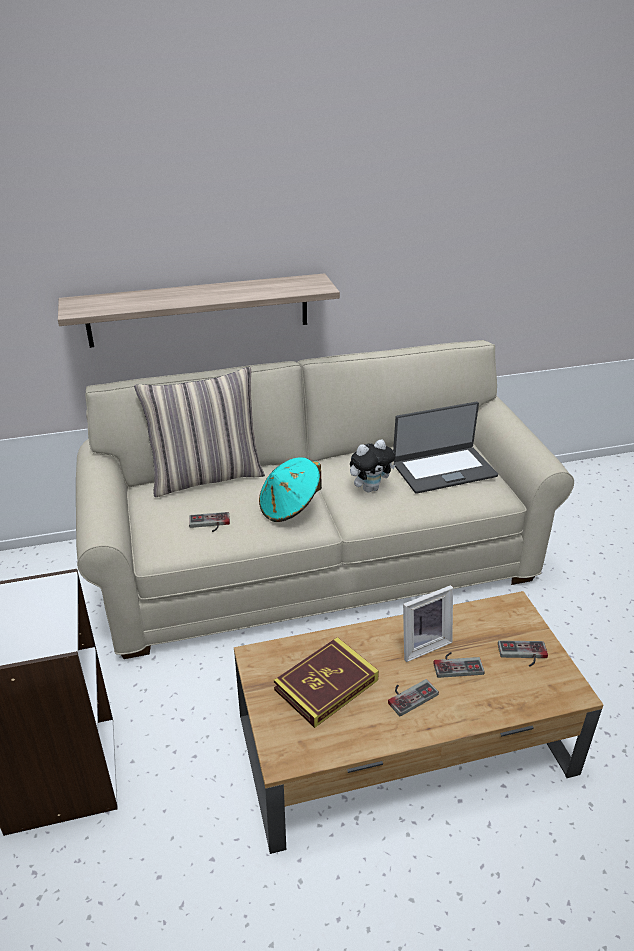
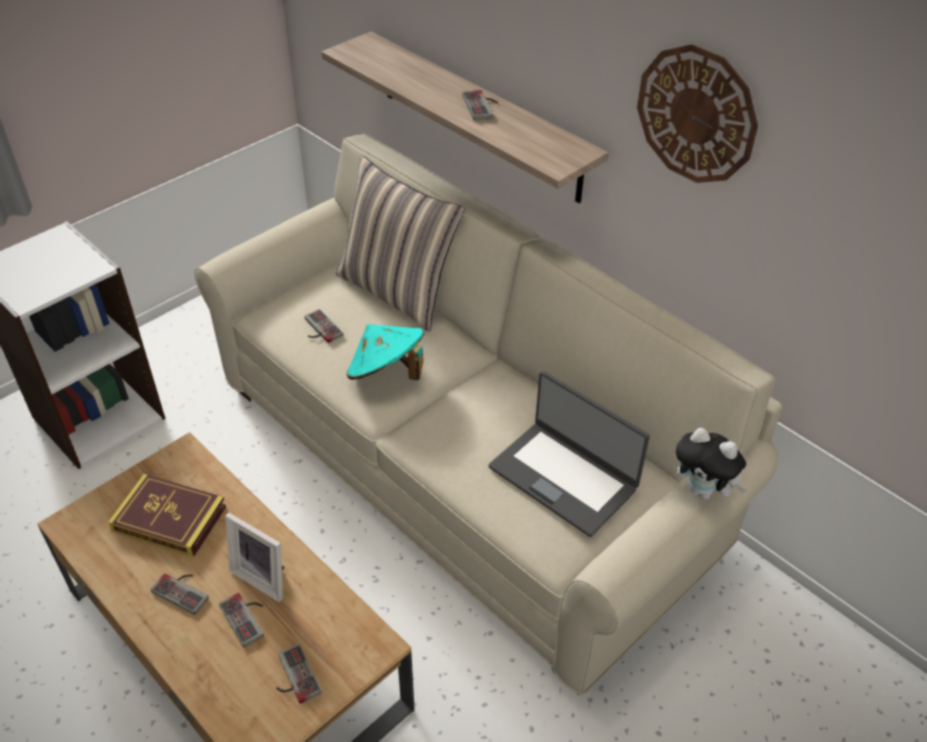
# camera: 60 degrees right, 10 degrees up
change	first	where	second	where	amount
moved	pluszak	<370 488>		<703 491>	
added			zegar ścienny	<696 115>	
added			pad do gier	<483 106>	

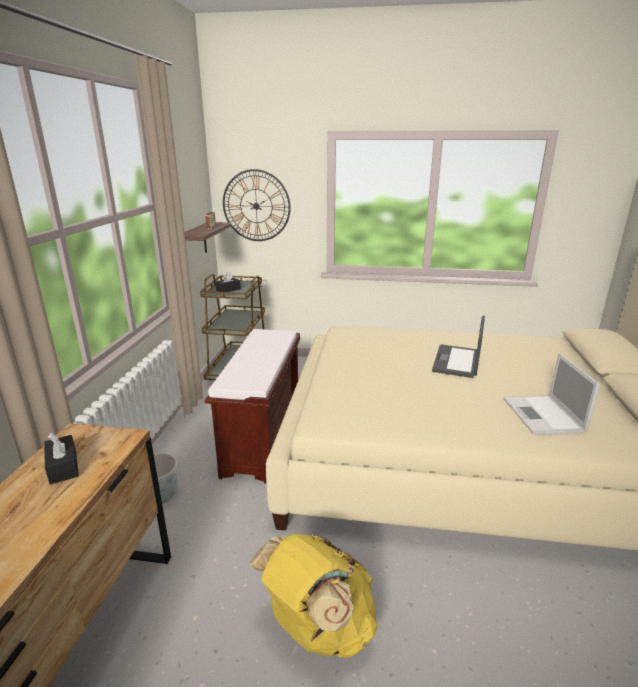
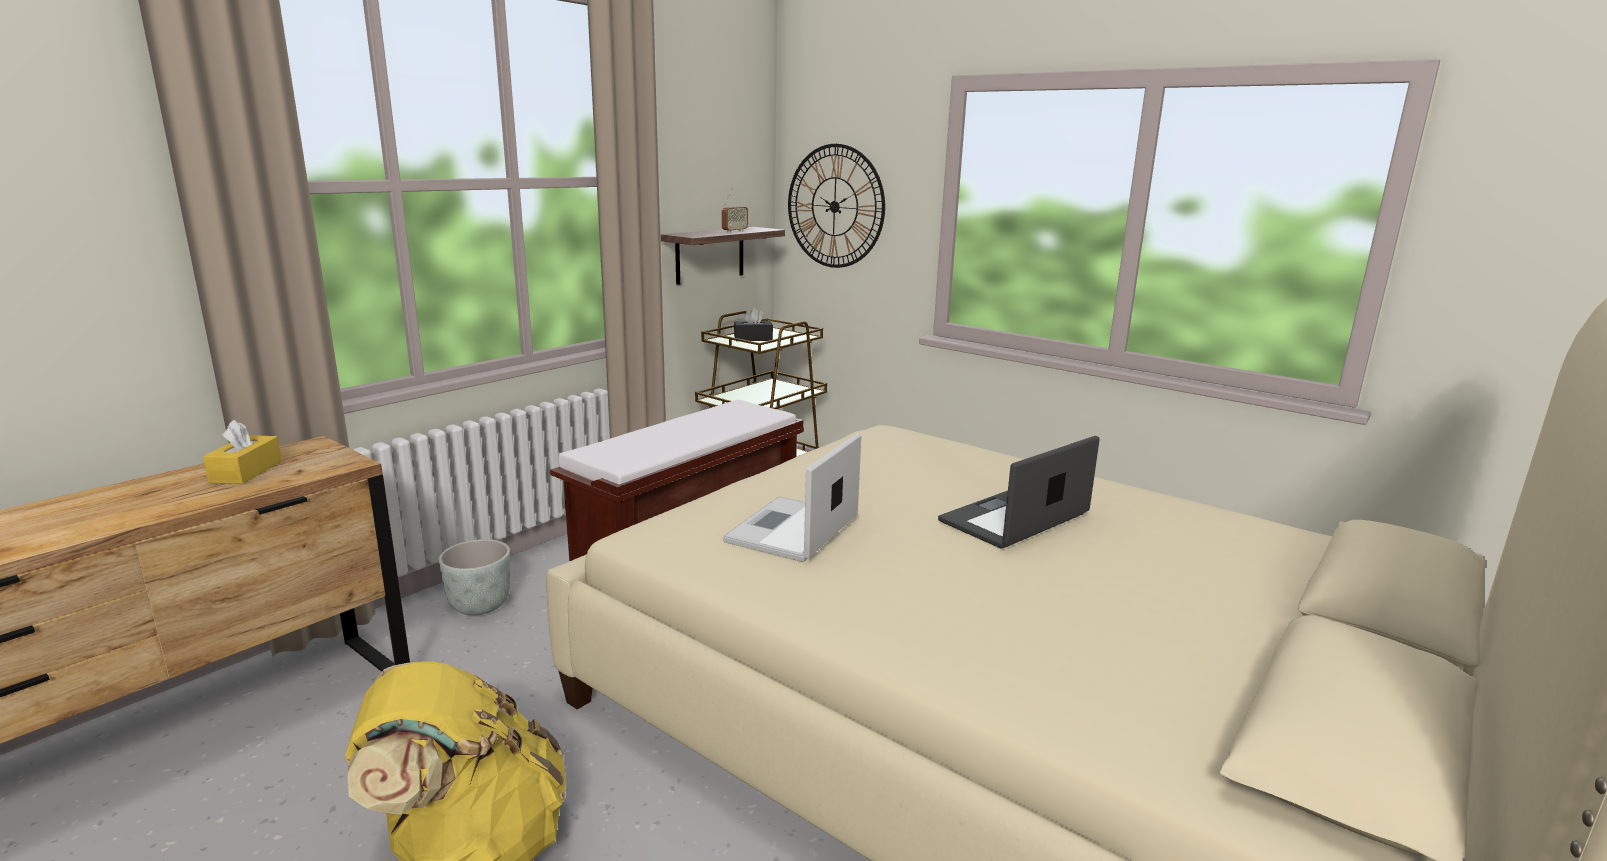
# camera: 30 degrees right, 5 degrees down
change	first	where	second	where	amount
moved	laptop	<543 416>		<792 531>	
recoloured	pudełko chusteczek [czarny]	<63 467>	pudełko chusteczek [żółty]	<246 471>	

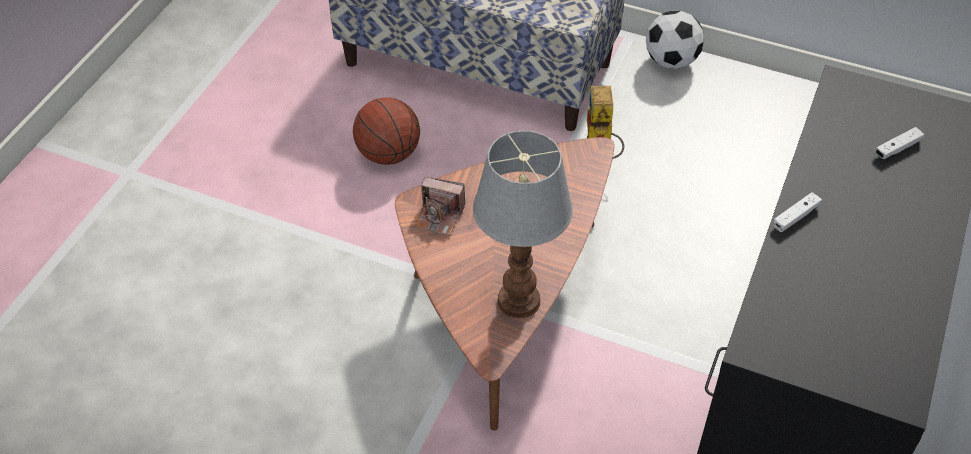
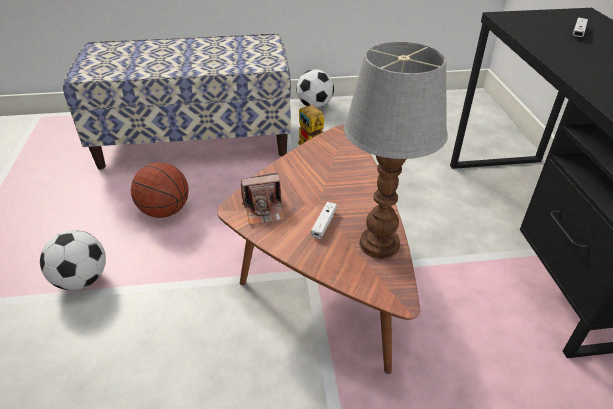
# camera: 30 degrees left, 10 degrees down
change	first	where	second	where	amount
moved	pad do gier [biały]	<795 216>		<324 224>	
added			piłka futbolowa	<82 279>	

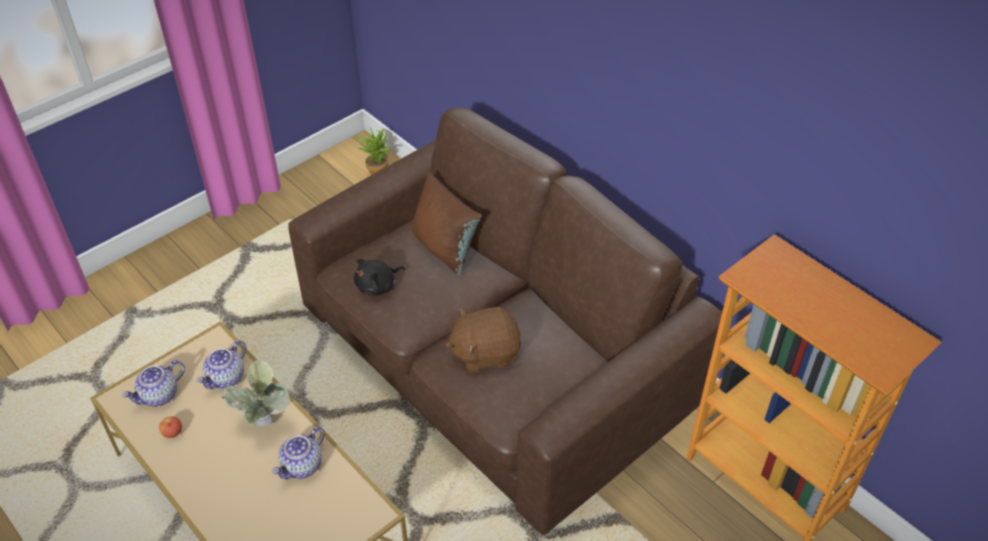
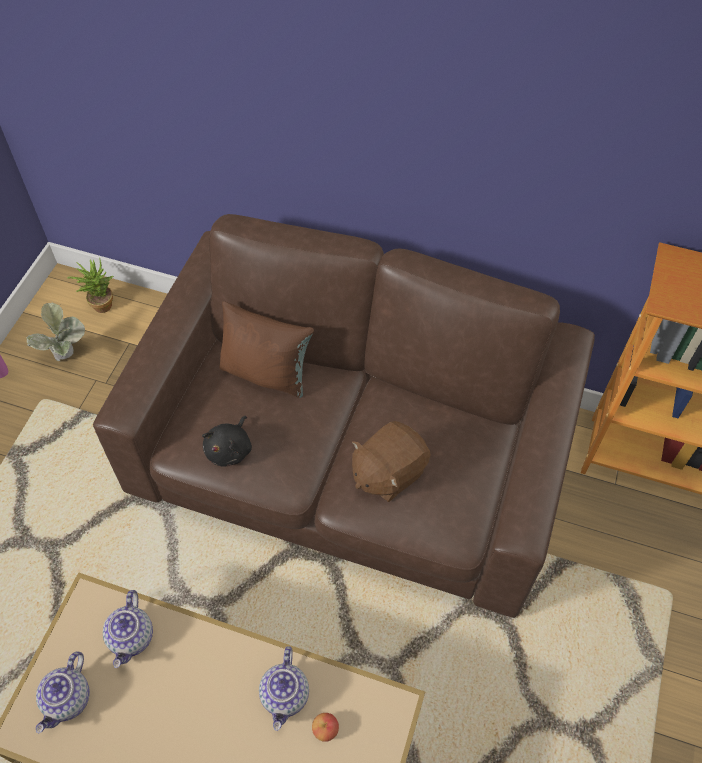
# camera: 30 degrees left, 10 degrees up
change	first	where	second	where	amount
moved	roślina doniczkowa	<264 426>		<67 358>	
moved	jabłko	<172 432>		<325 729>	

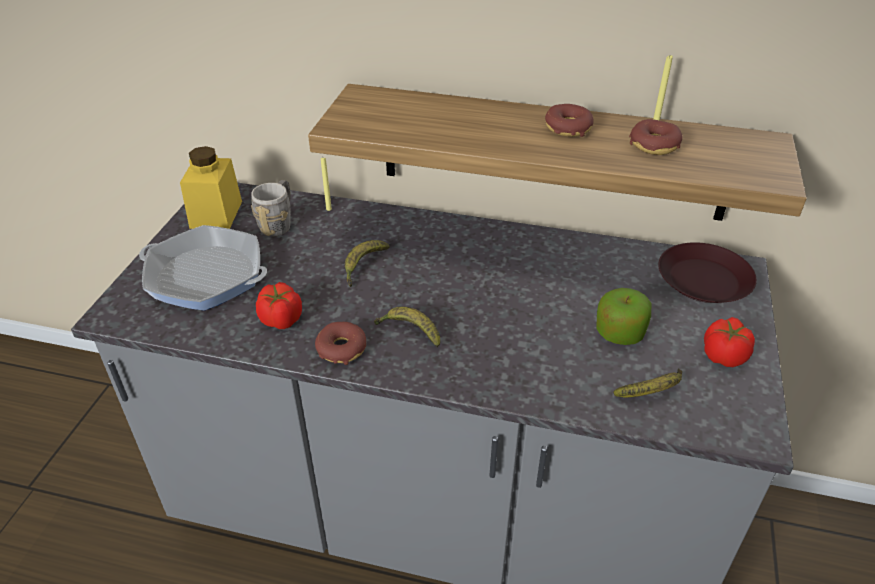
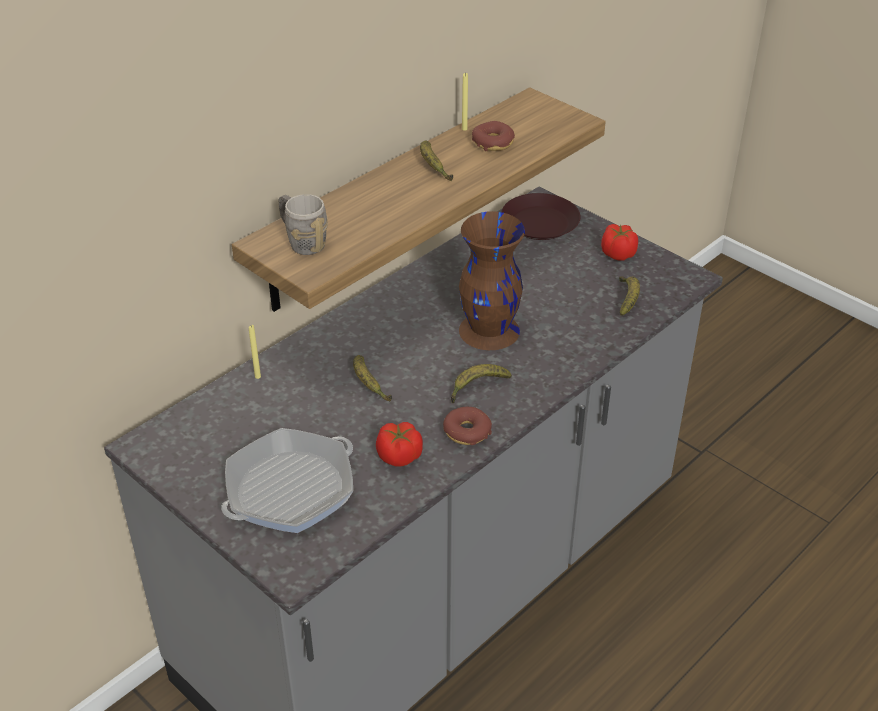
# camera: 60 degrees left, 0 degrees up
change	first	where	second	where	amount
replaced	donut	<568 128>	banan	<433 166>	
removed	słoik [żółty]	<216 214>			
moved	kubek [szary]	<278 223>		<302 241>	
removed	jabłko	<619 333>			
added			wazon [brązowy]	<489 331>	

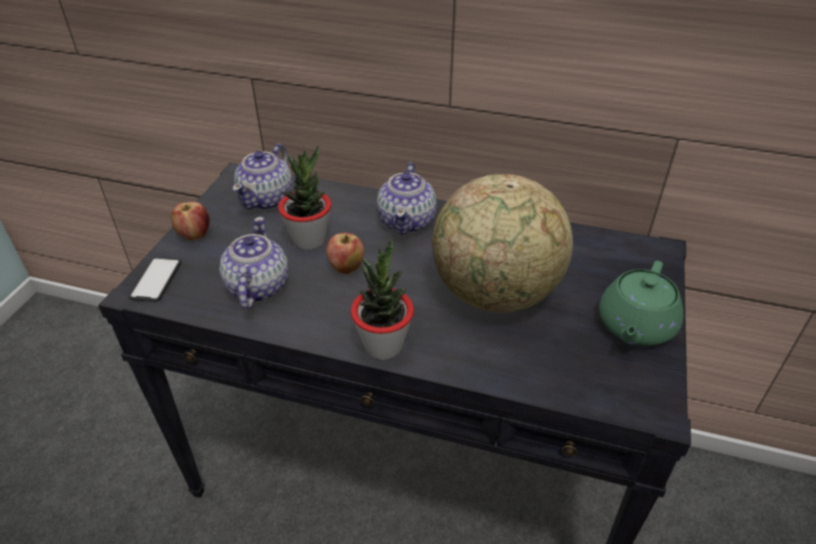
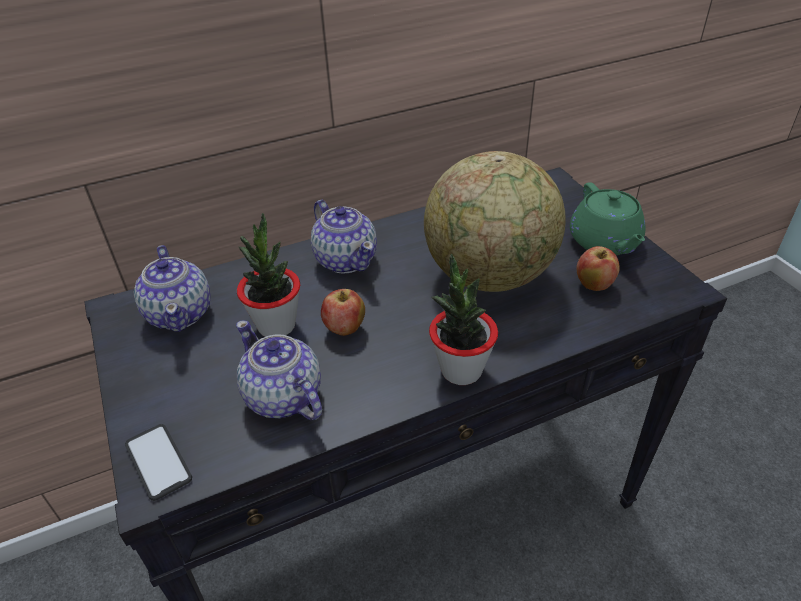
# camera: 40 degrees left, 0 degrees up
change	first	where	second	where	amount
moved	jabłko	<195 235>		<593 285>	

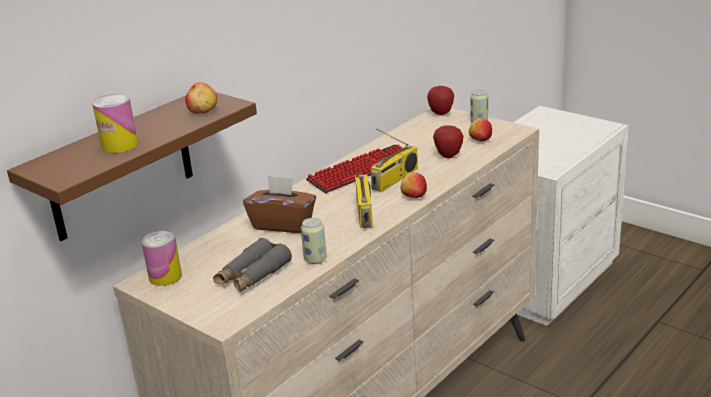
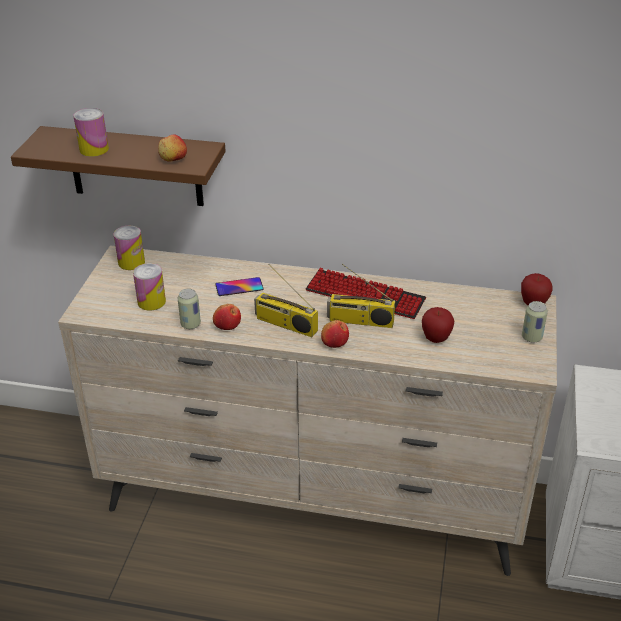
# camera: 60 degrees right, 10 degrees up
change	first	where	second	where	amount
moved	jabłko	<480 139>		<227 325>	
turned	radio	<365 212>		<285 324>	60 degrees clockwise
replaced	pudełko chusteczek [brązowy]	<283 224>	telefon	<239 287>	
replaced	lornetka [szary]	<252 275>	puszka	<151 302>	

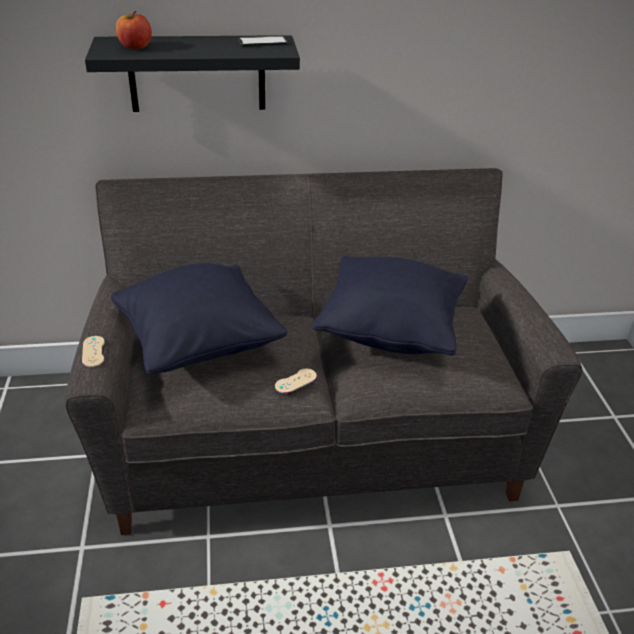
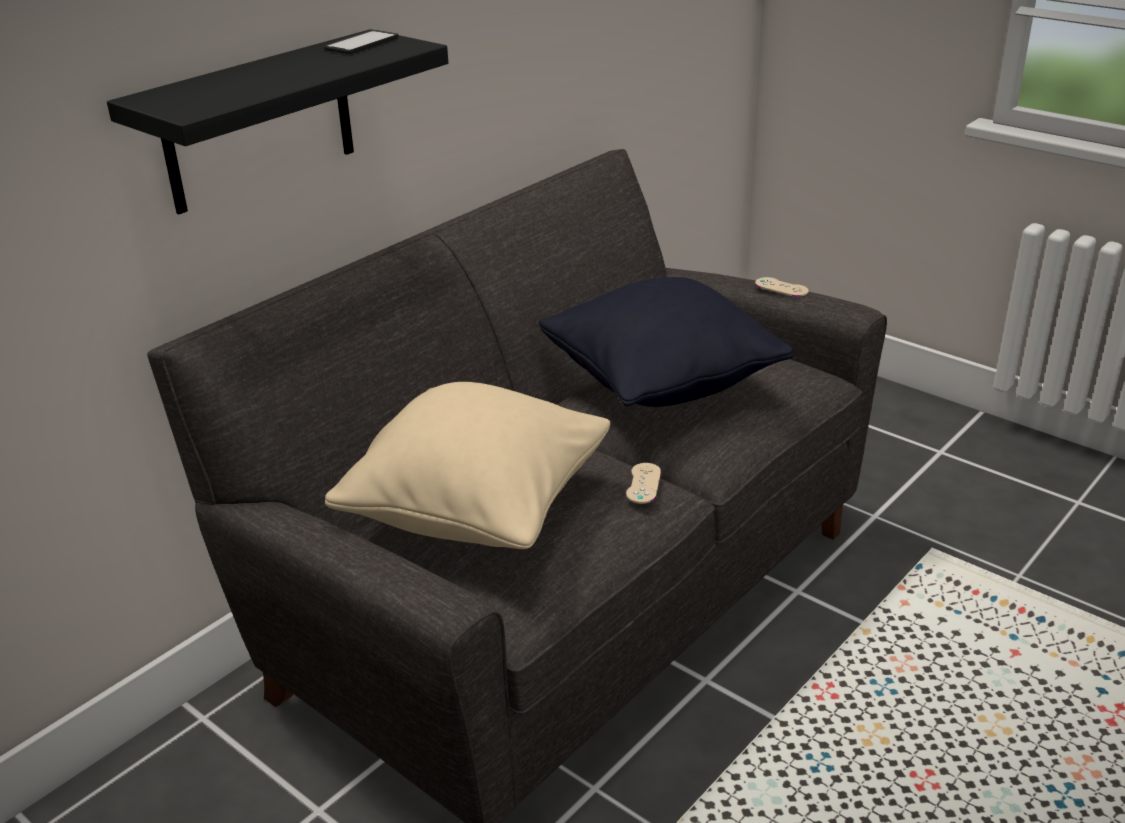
# camera: 40 degrees left, 5 degrees down
change	first	where	second	where	amount
removed	jabłko	<135 46>			
recoloured	poduszka [czarny]	<199 345>	poduszka [beżowy]	<477 512>	
moved	pad do gier [beżowy]	<93 351>		<781 287>	

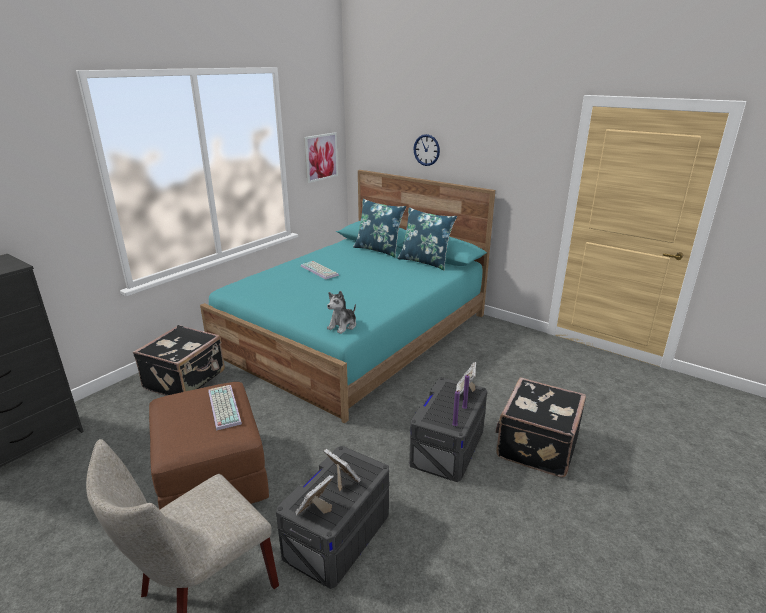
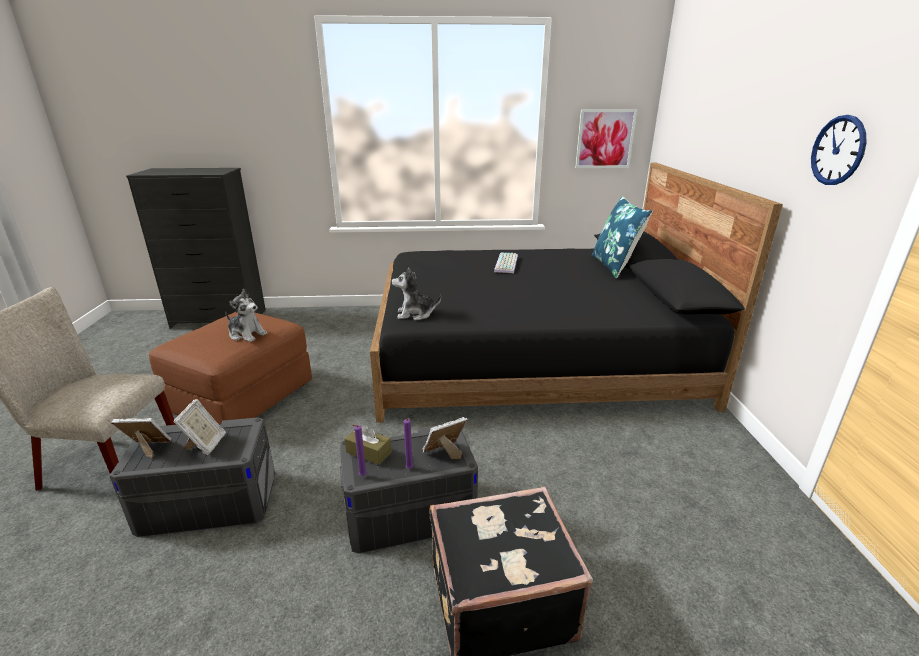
# camera: 50 degrees right, 0 degrees up
change	first	where	second	where	amount
moved	zegar ścienny	<426 150>		<838 150>	
recoloured	łóżko [turkusowy]	<356 333>	łóżko [czarny]	<531 355>	
removed	poduszka [niebieski]	<425 262>			
removed	walizka [czarny]	<186 380>			
replaced	klawiatura	<223 407>	pluszak	<247 334>	
added			pudełko chusteczek [brązowy]	<368 452>	

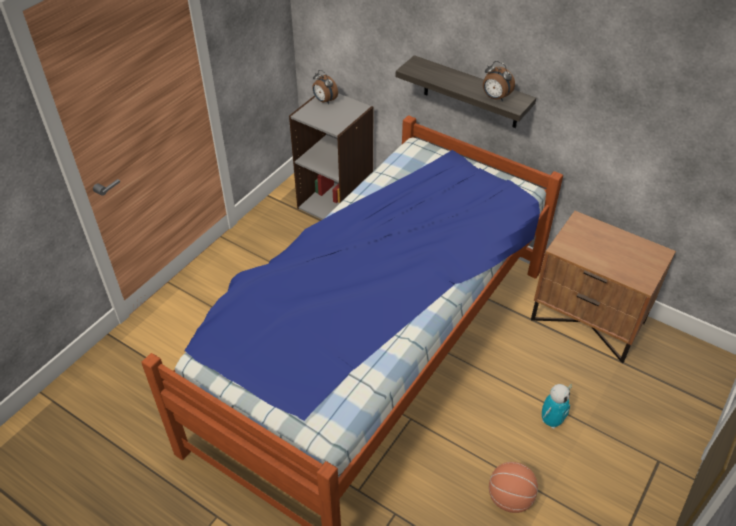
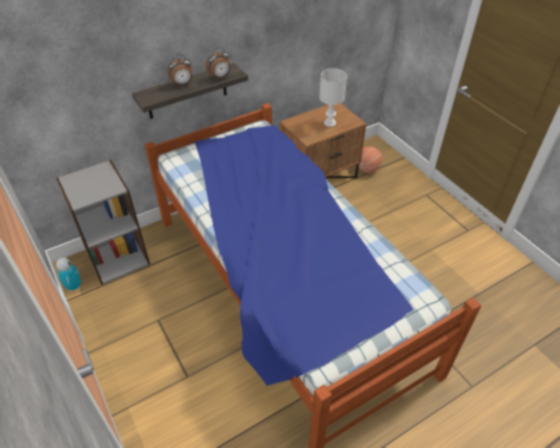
# camera: 65 degrees left, 0 degrees up
change	first	where	second	where	amount
moved	budzik	<324 101>		<182 84>	
moved	robot zabawkowy	<551 421>		<74 286>	
moved	piłka do koszykówki	<510 498>		<367 169>	
added			lampa stołowa [biały]	<330 123>	

